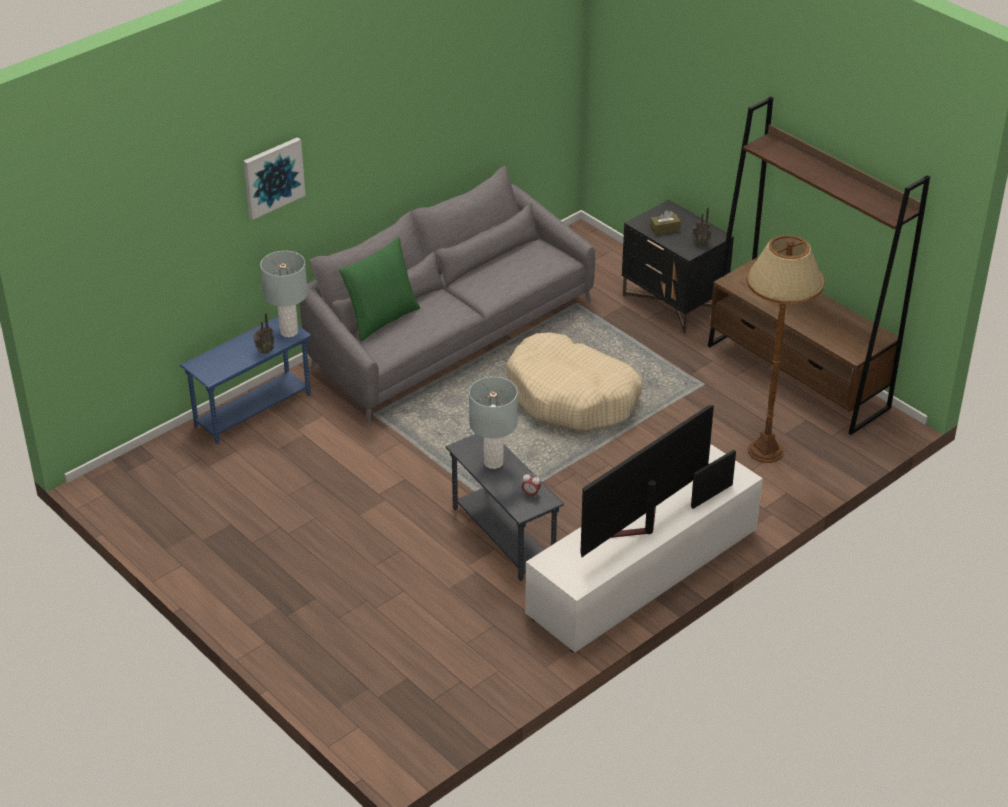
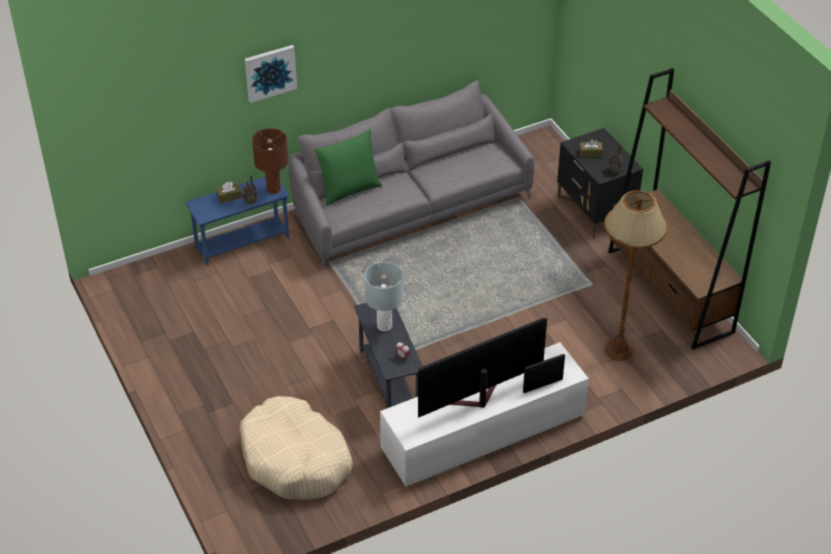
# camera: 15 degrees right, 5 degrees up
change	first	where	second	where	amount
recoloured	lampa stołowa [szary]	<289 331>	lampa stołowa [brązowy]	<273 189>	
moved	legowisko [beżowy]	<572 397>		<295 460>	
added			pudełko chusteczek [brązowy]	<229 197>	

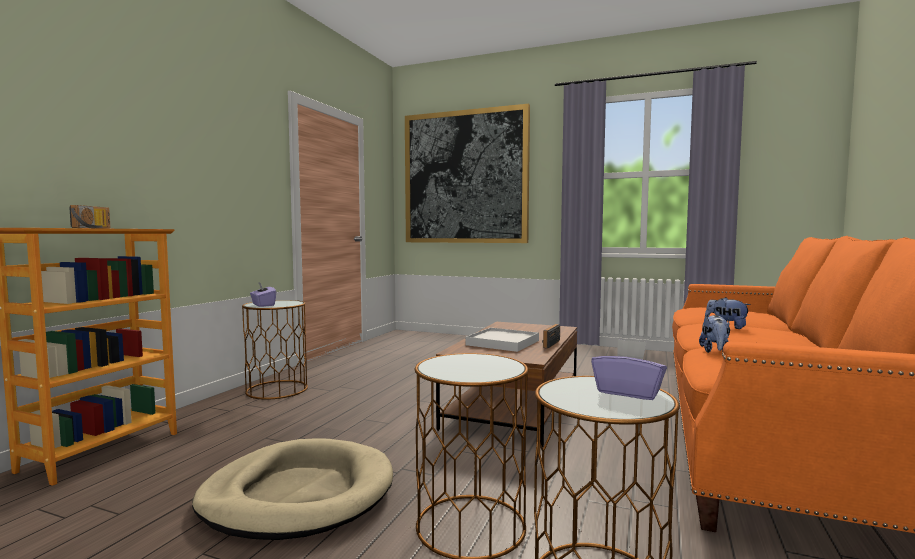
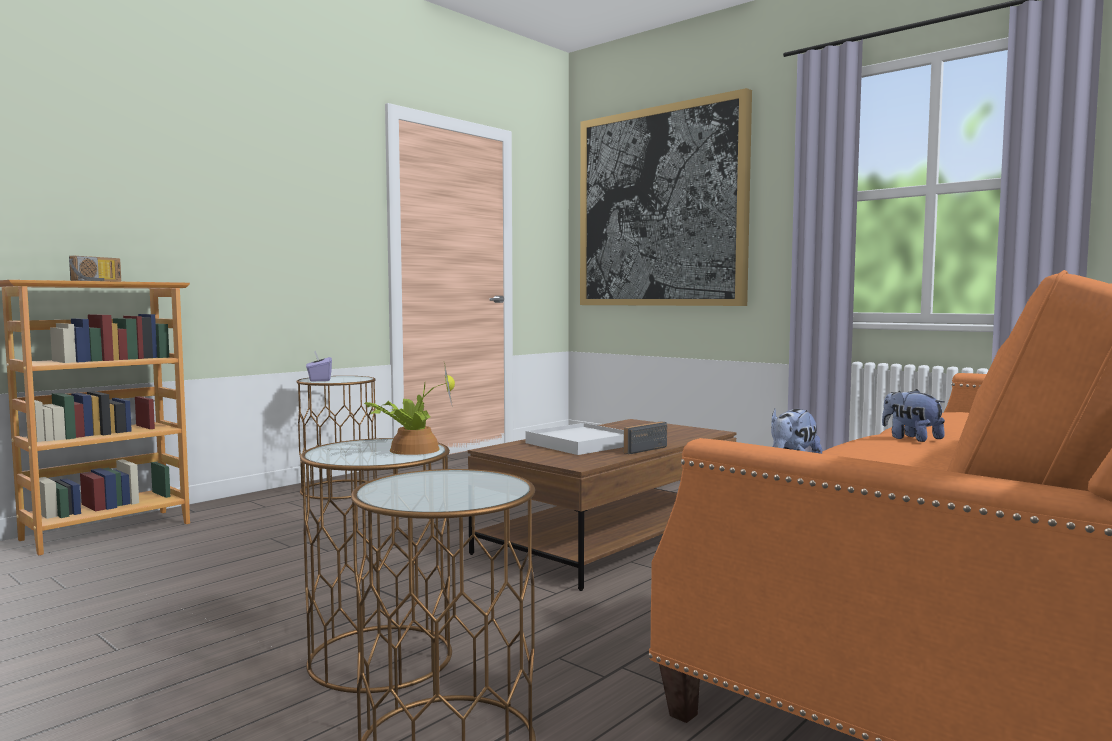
# camera: 20 degrees right, 0 degrees up
change	first	where	second	where	amount
removed	pudełko chusteczek [fioletowy]	<628 392>			
removed	legowisko [beżowy]	<298 494>			
added			roślina doniczkowa	<412 449>	

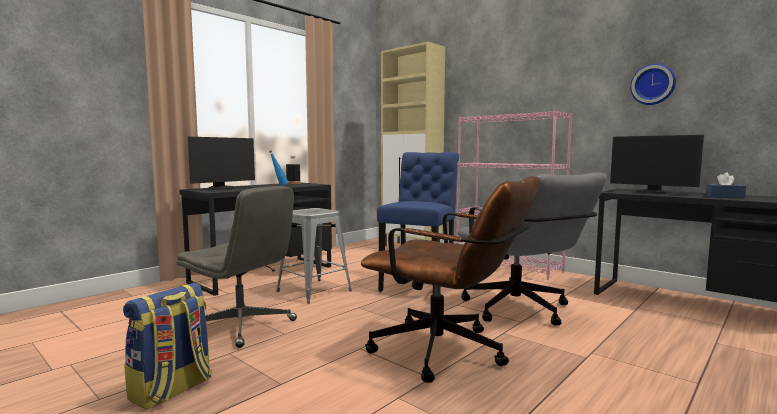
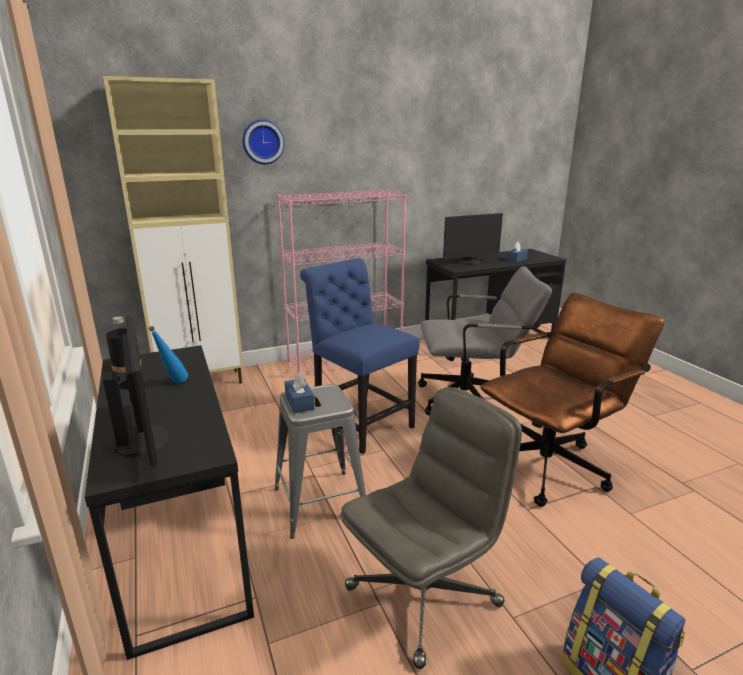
# camera: 65 degrees left, 15 degrees up
change	first	where	second	where	amount
moved	zegar ścienny	<653 84>		<262 142>	
added			pudełko chusteczek [niebieski]	<299 402>	

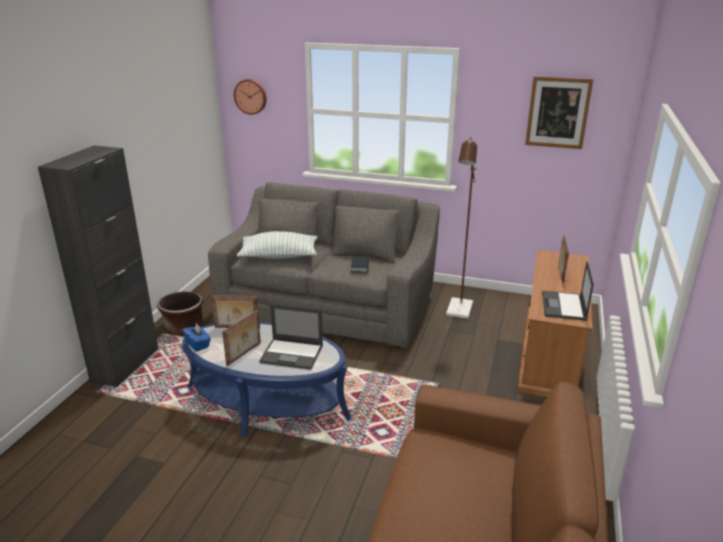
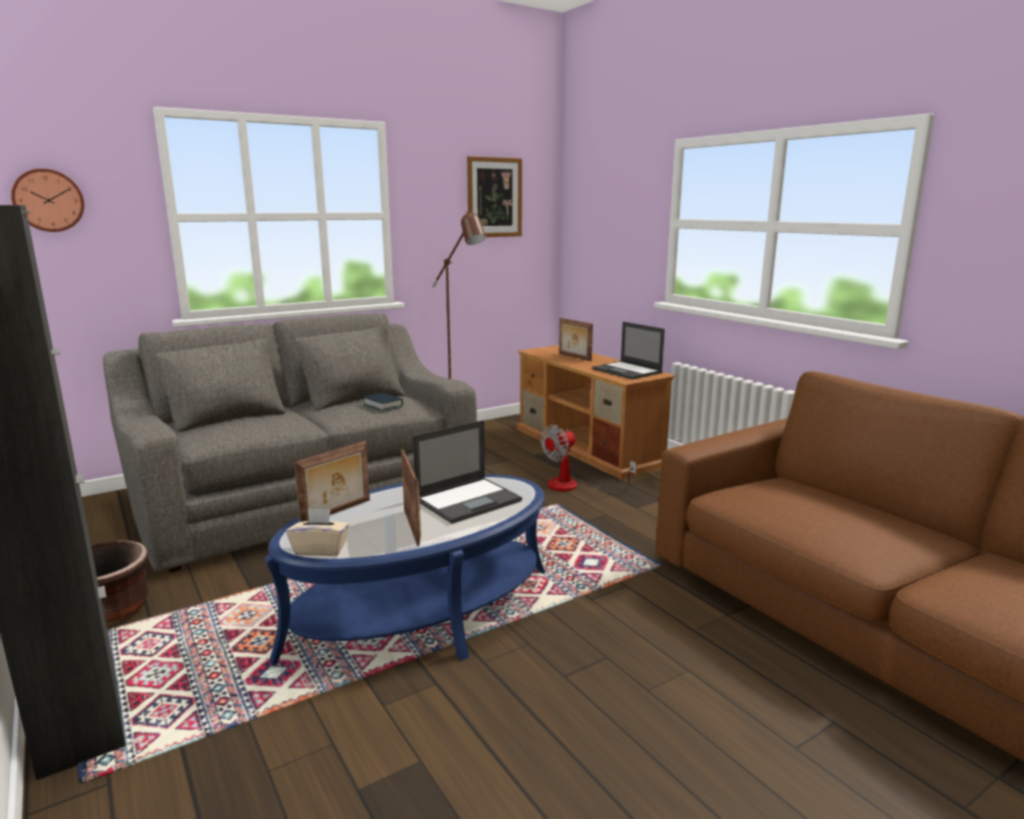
# camera: 50 degrees left, 10 degrees down
change	first	where	second	where	amount
removed	poduszka	<279 256>			
recoloured	pudełko chusteczek [niebieski]	<198 344>	pudełko chusteczek [beżowy]	<320 549>	
added			wentylator	<574 486>	

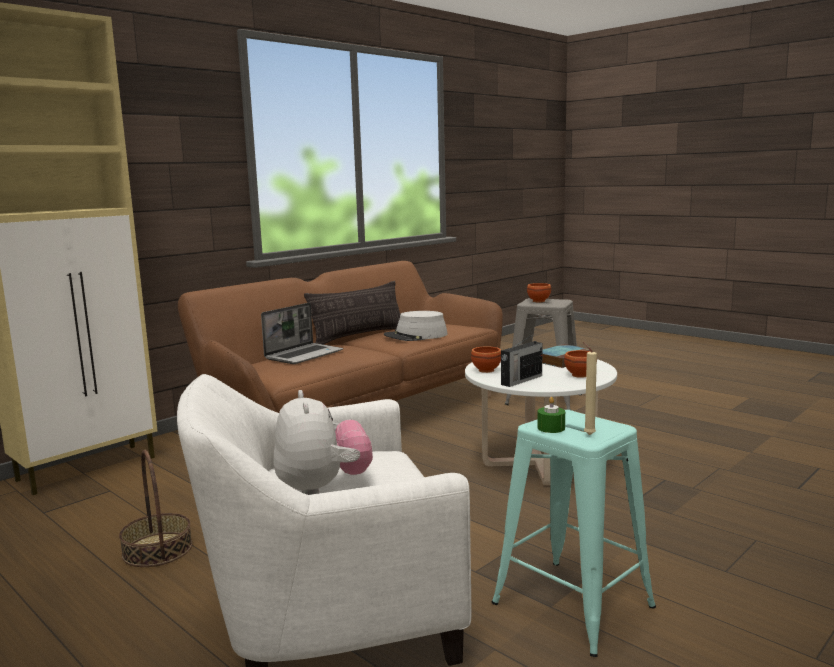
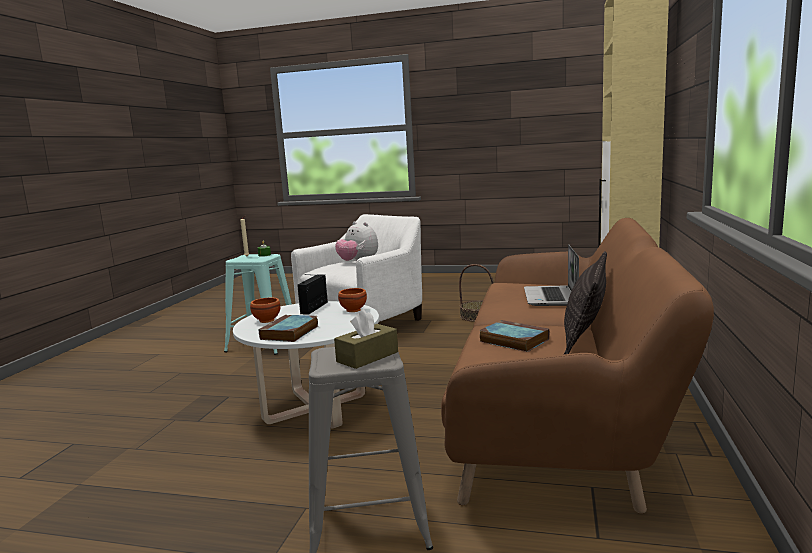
# camera: 150 degrees right, 0 degrees up
change	first	where	second	where	amount
replaced	miska [brązowy]	<539 301>	pudełko chusteczek [brązowy]	<367 357>	
replaced	kapelusz [szary]	<416 336>	książka	<512 340>	

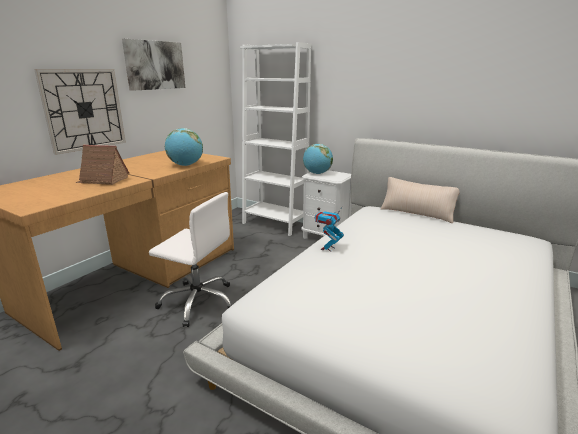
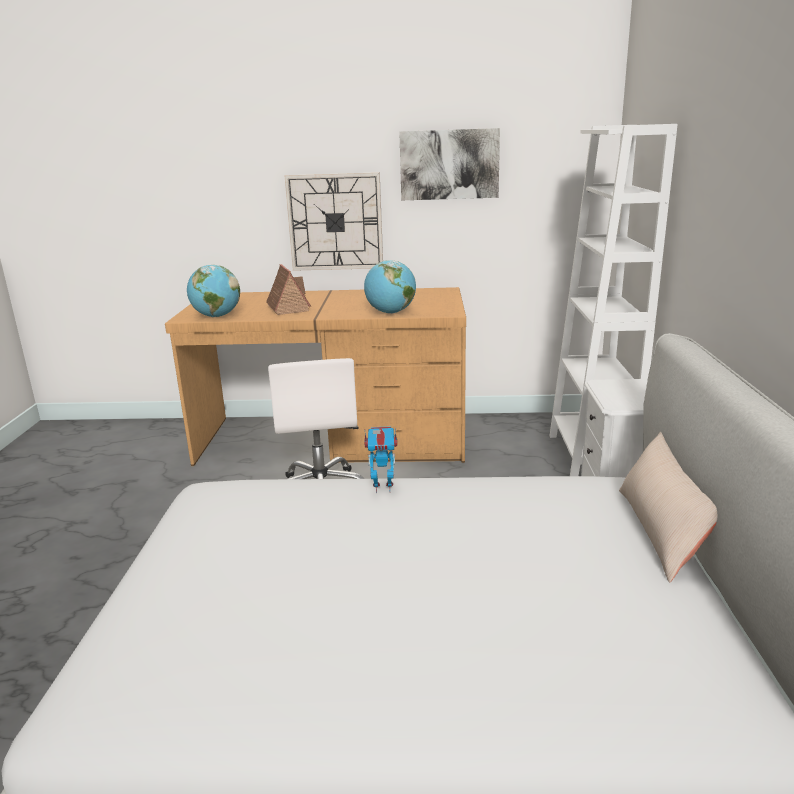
# camera: 60 degrees right, 0 degrees up
change	first	where	second	where	amount
moved	globus	<317 173>		<216 316>	

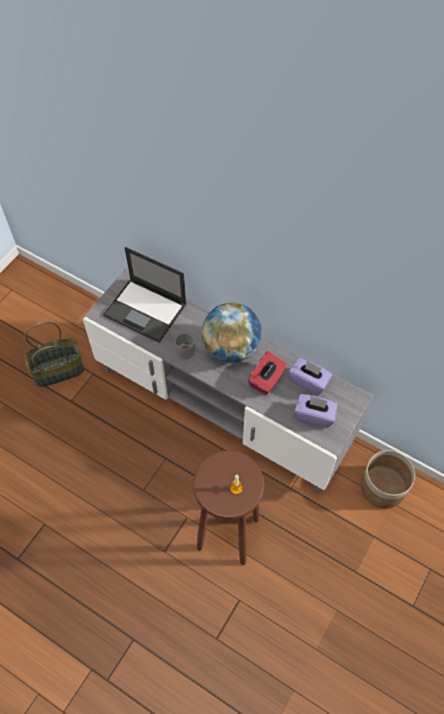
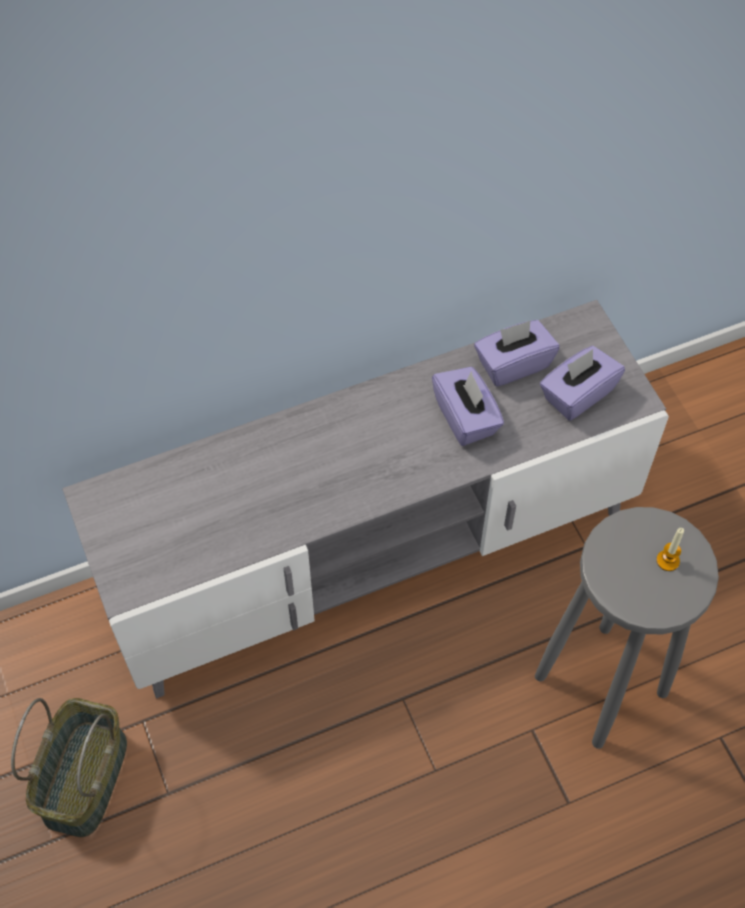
# camera: 55 degrees left, 0 degrees up
change	first	where	second	where	amount
removed	laptop	<146 310>			
removed	globus	<231 348>			
removed	kubek [szary]	<184 348>			
recoloured	pudełko chusteczek [czerwony]	<266 380>	pudełko chusteczek [fioletowy]	<466 418>	
removed	donica	<383 487>			
recoloured	stołek [brązowy]	<228 534>	stołek [szary]	<602 686>	

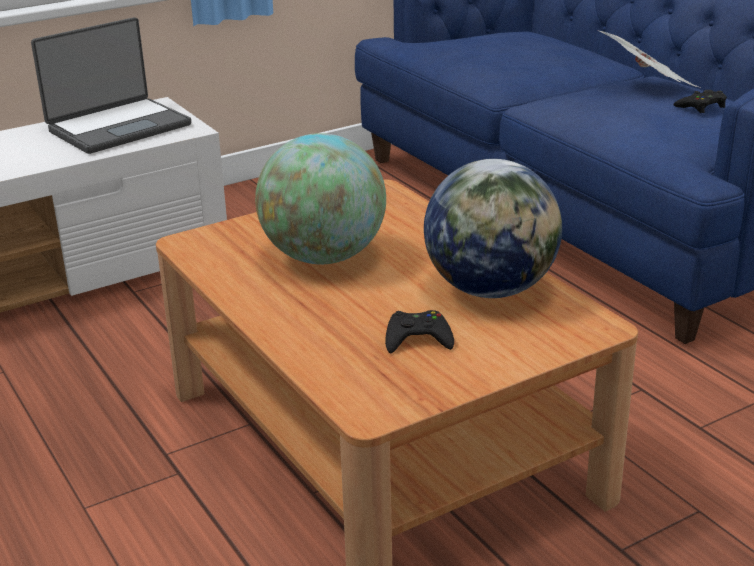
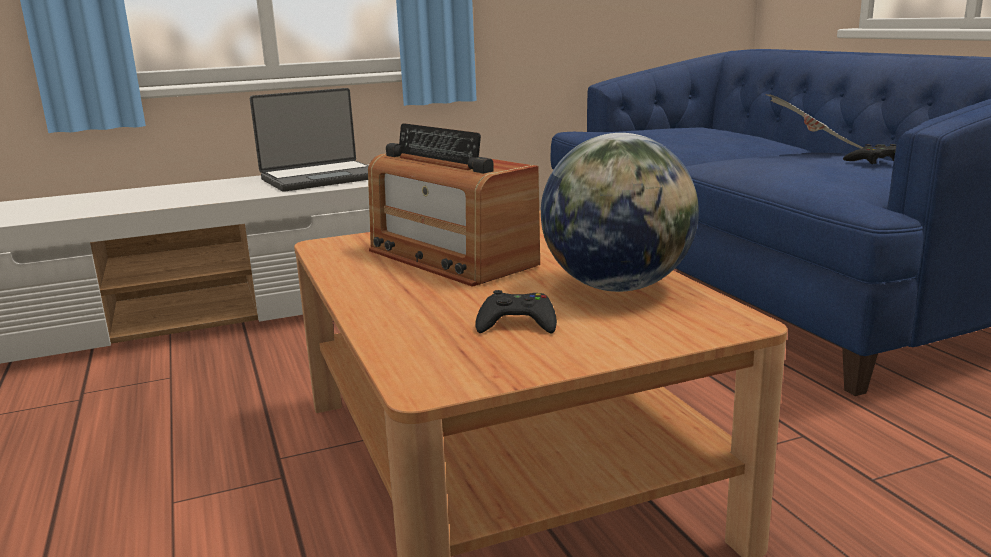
# camera: 10 degrees right, 10 degrees down
change	first	where	second	where	amount
replaced	globus	<324 257>	radio	<450 257>	

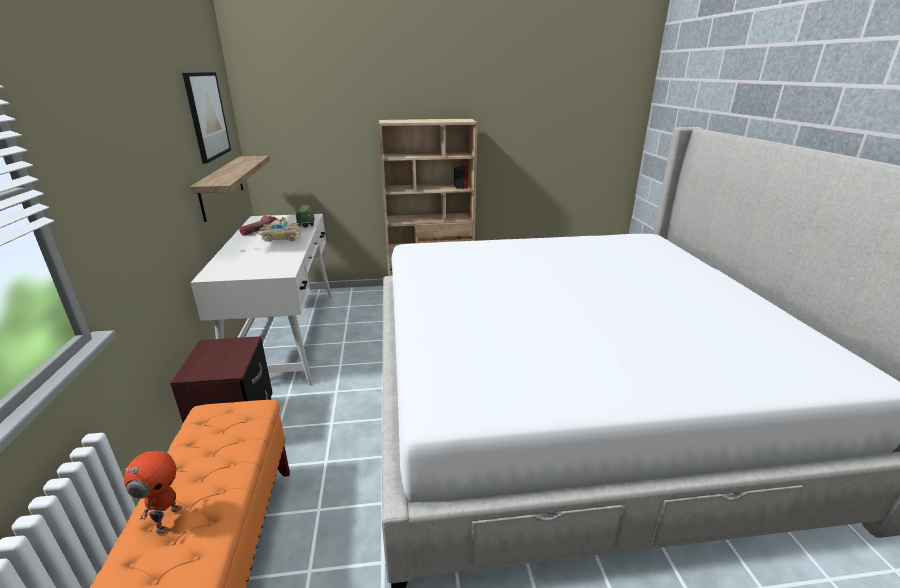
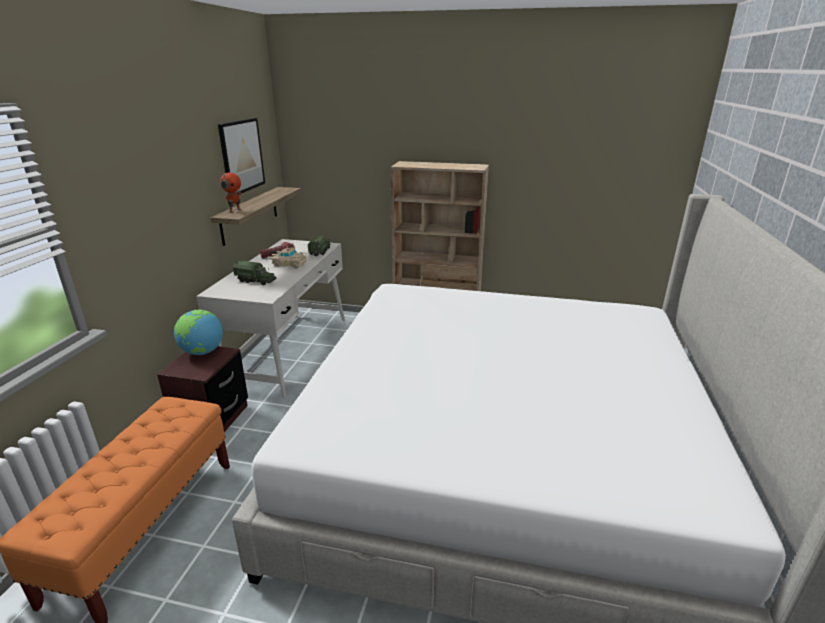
# camera: 20 degrees right, 0 degrees up
change	first	where	second	where	amount
moved	robot zabawkowy	<167 519>		<234 211>	
added			ciężarówka zabawkowa	<256 281>	
added			globus	<202 352>	

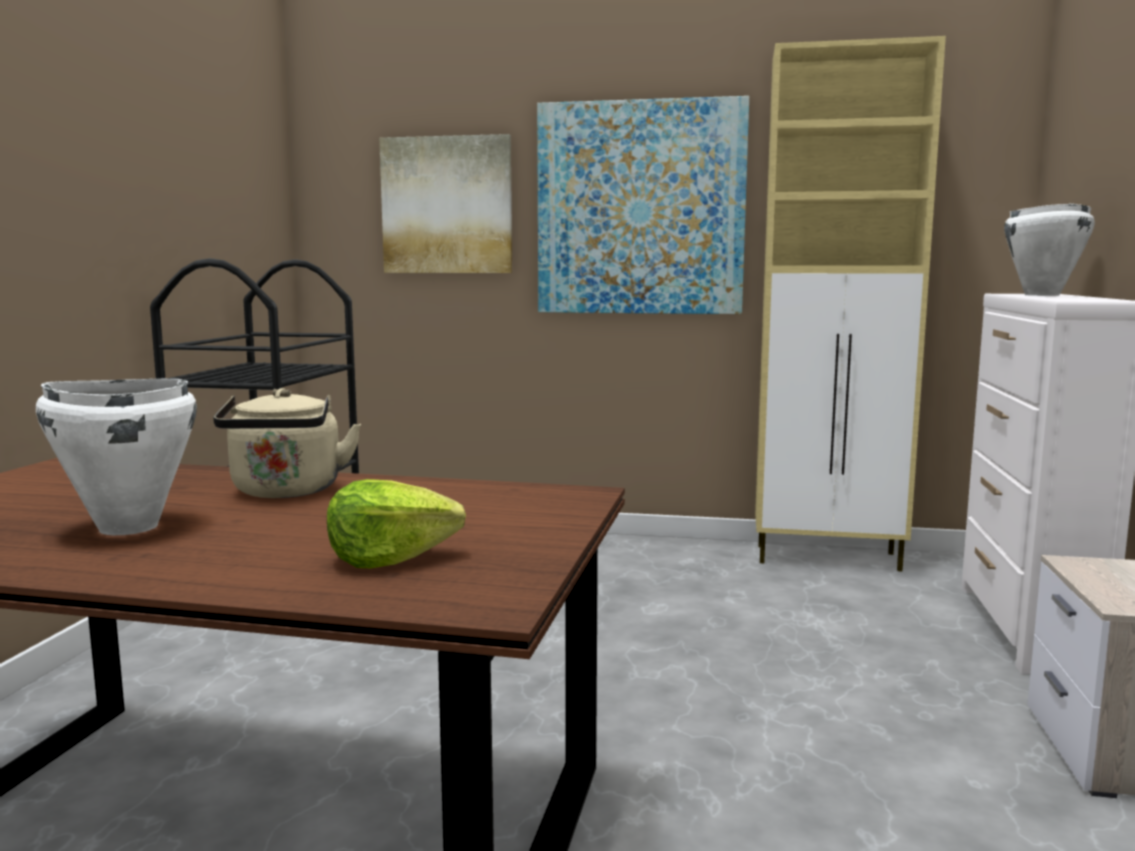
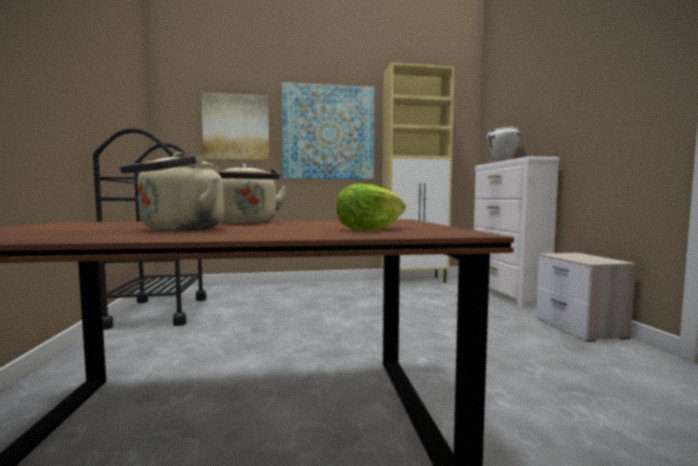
# camera: 20 degrees left, 5 degrees down
change	first	where	second	where	amount
replaced	garnek [biały]	<127 527>	czajnik [beżowy]	<178 229>	

